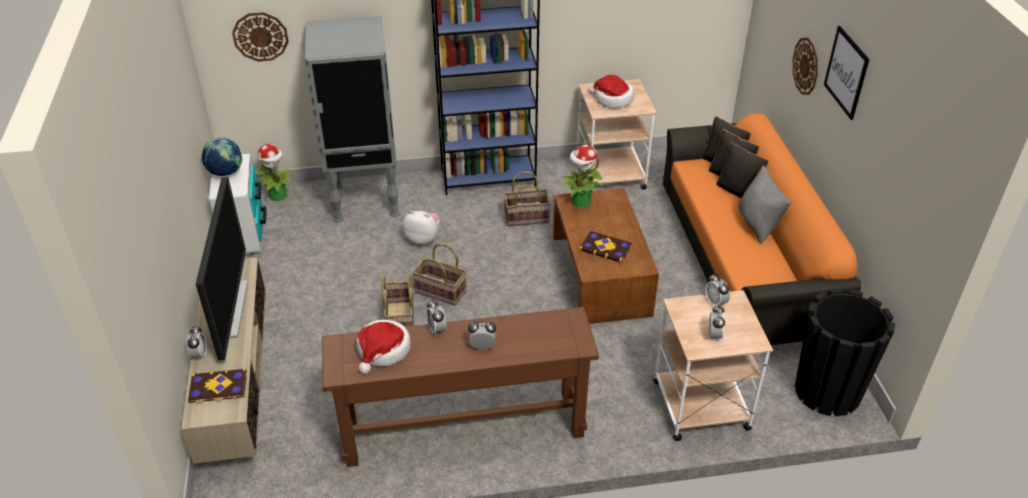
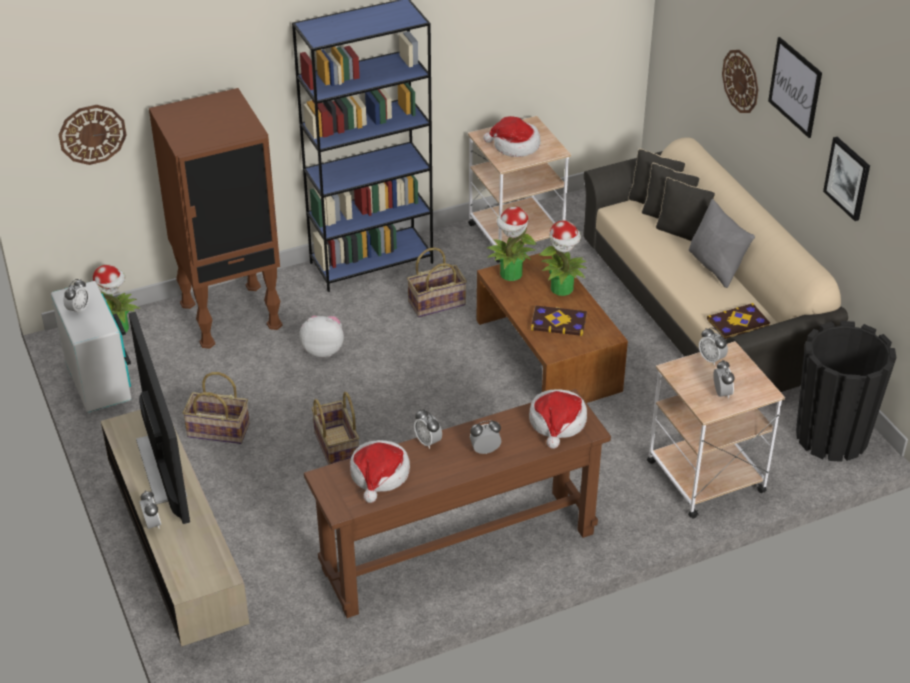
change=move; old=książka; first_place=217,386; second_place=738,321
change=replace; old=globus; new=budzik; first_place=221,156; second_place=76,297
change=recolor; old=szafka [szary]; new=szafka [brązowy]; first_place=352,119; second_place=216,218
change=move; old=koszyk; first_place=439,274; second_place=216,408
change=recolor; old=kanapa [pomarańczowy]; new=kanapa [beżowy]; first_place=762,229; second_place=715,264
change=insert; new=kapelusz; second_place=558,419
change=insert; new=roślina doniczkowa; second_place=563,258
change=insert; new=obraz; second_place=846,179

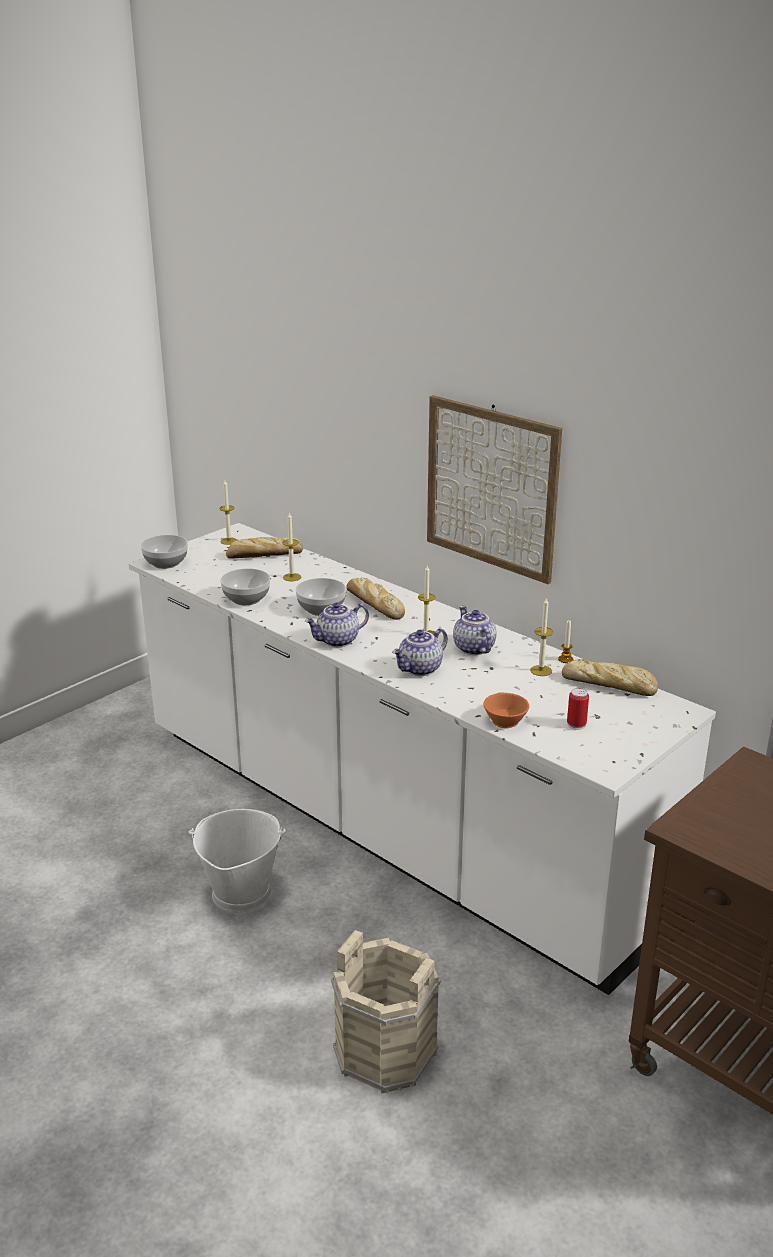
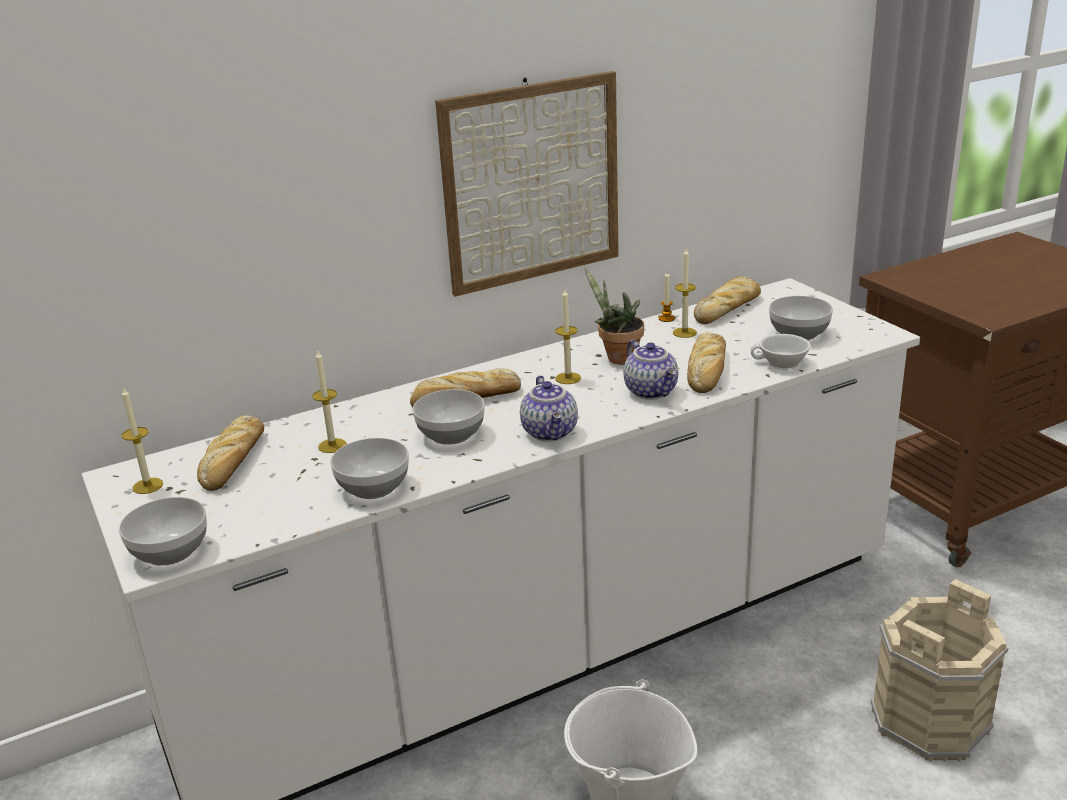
change=replace; old=imbryk; new=roślina doniczkowa; first_place=474,630; second_place=614,316
change=recolor; old=filiżanka [pomarańczowy]; new=filiżanka [biały]; first_place=506,710; second_place=781,352
change=replace; old=puszka; new=miska; first_place=578,709; second_place=801,318
change=insert; new=chleb; second_place=706,362

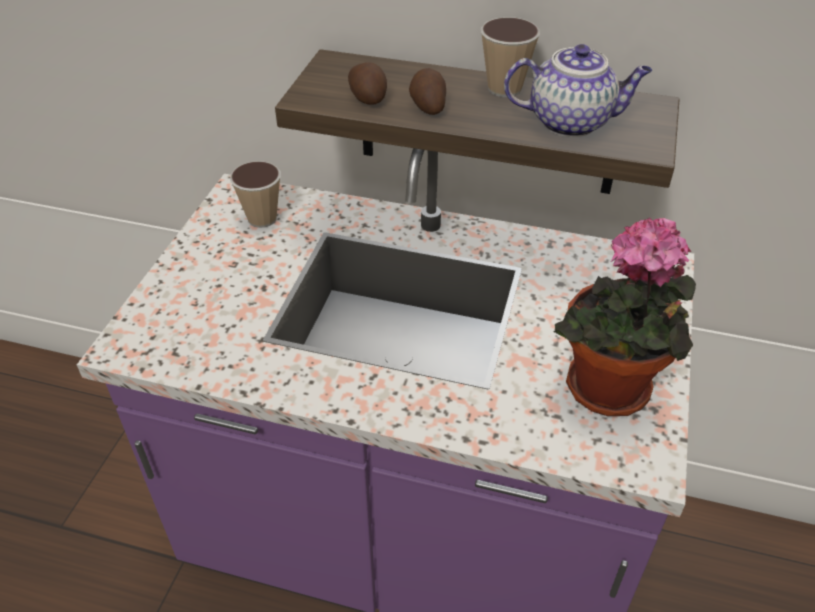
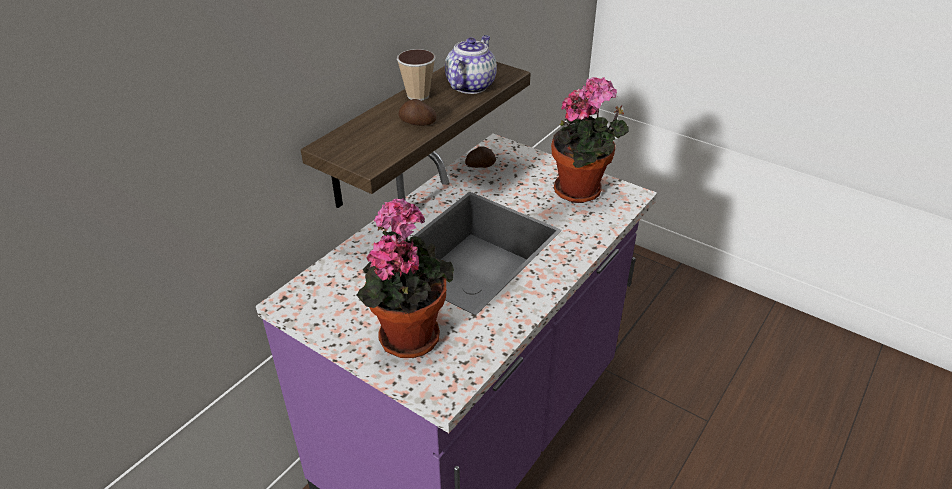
change=delete; old=filiżanka; first_place=255,194
change=move; old=ziemniak; first_place=367,83; second_place=480,157
change=insert; new=roślina doniczkowa; second_place=405,278

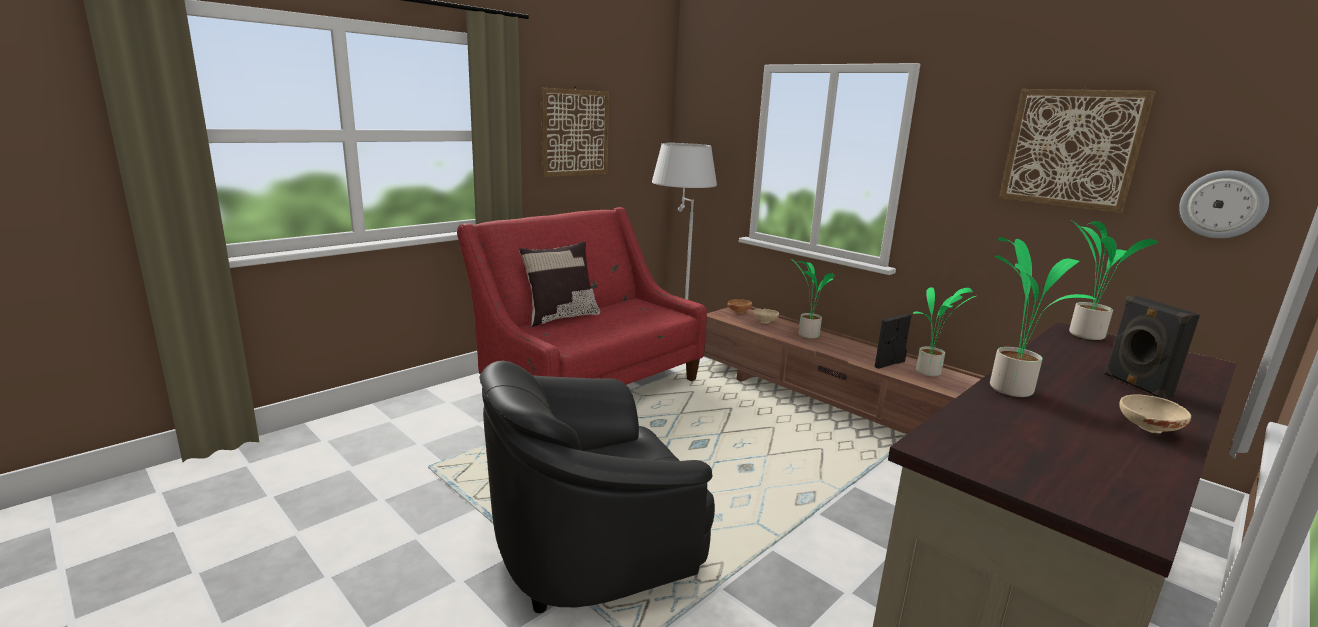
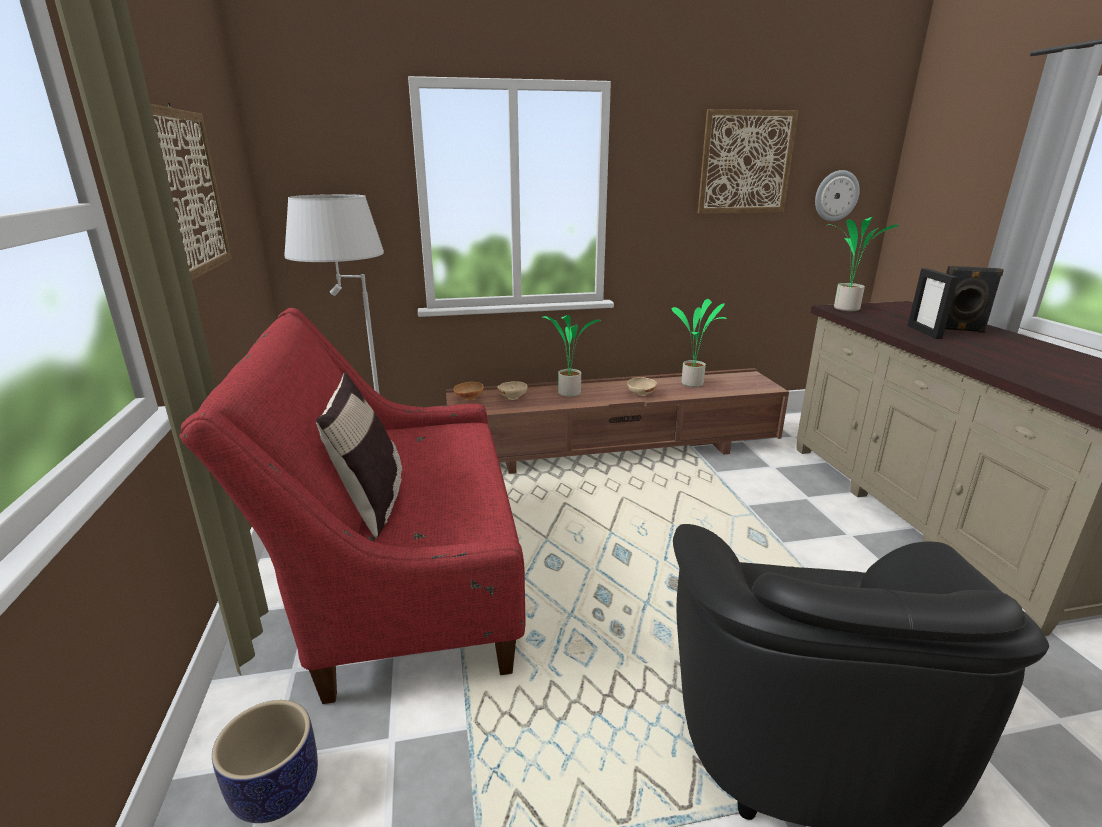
change=move; old=ramka na zdjęcie; first_place=893,341; second_place=933,303
change=delete; old=roślina doniczkowa; first_place=1043,317
change=move; old=miska [beżowy]; first_place=1155,414; second_place=642,386
change=insert; new=donica; second_place=265,761

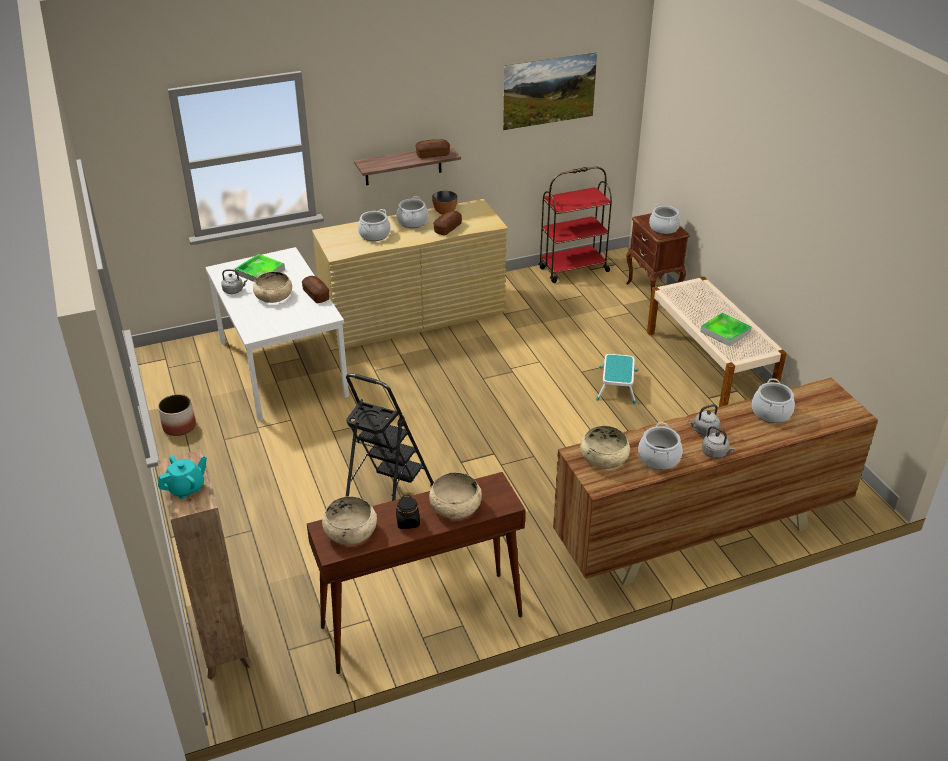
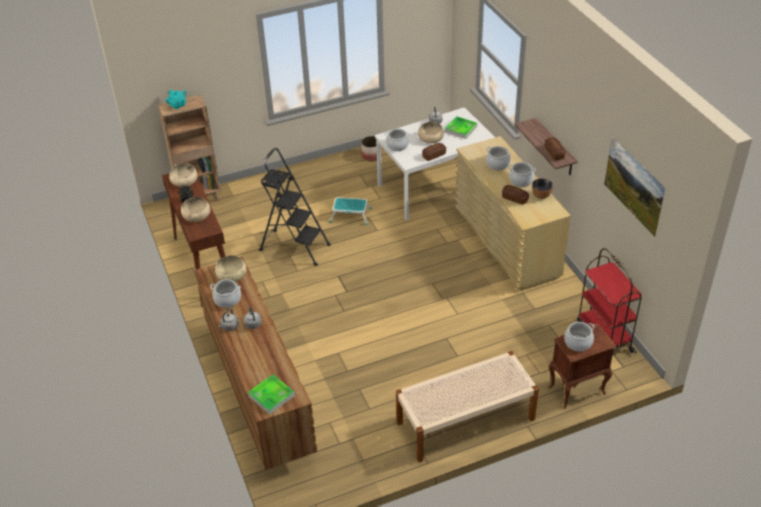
change=move; old=drabinka [turkusowy]; first_place=617,379; second_place=350,211
change=move; old=taca; first_place=726,329; second_place=271,394
change=move; old=garnek; first_place=773,400; second_place=397,140

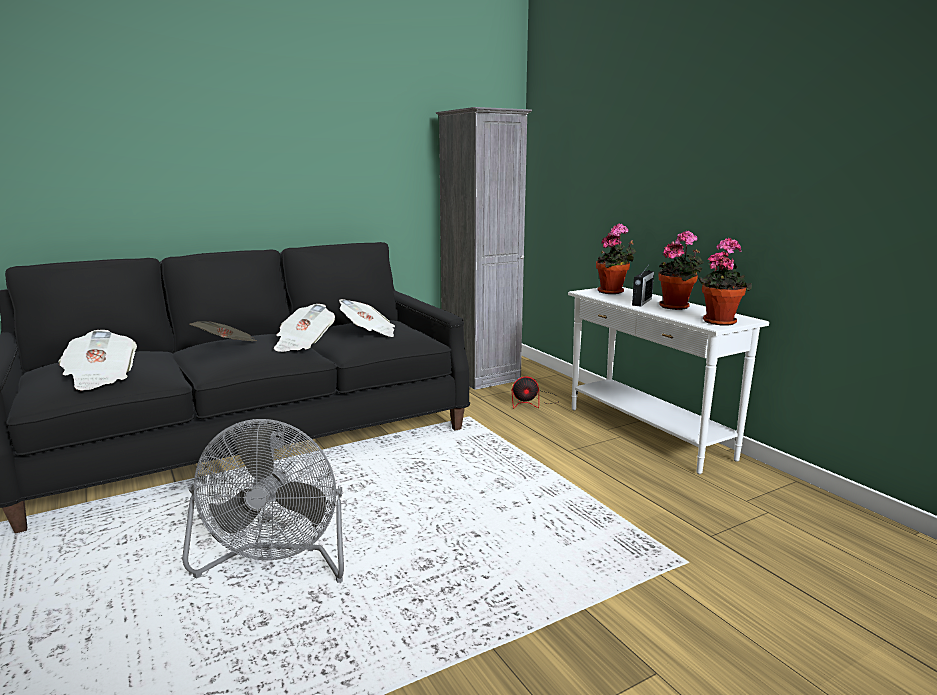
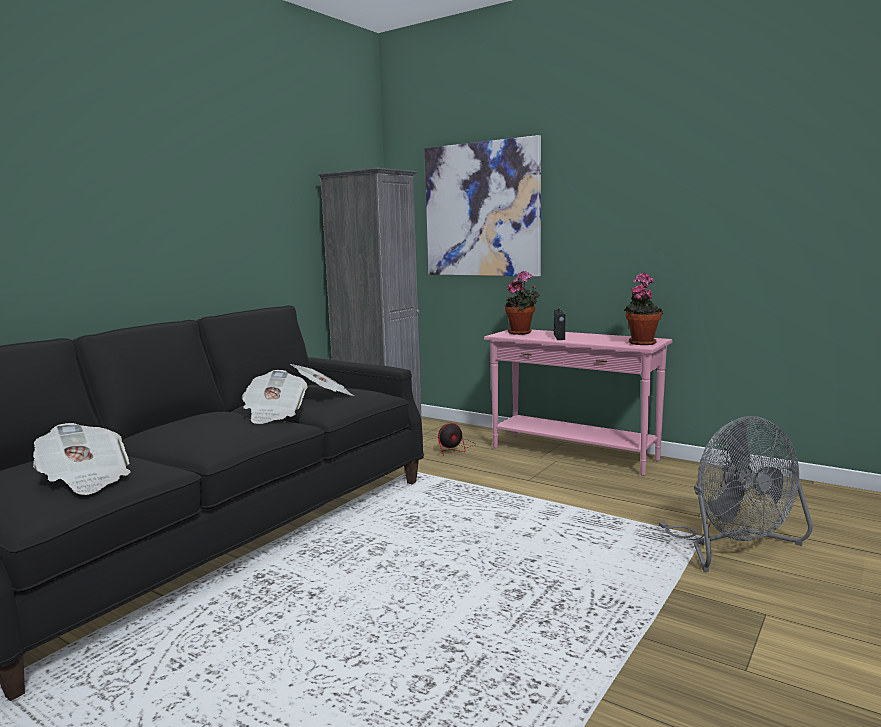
change=move; old=wentylator [szary]; first_place=263,501; second_place=736,494
change=delete; old=gazeta; first_place=223,331
change=recolor; old=stolik konsolowy [biały]; new=stolik konsolowy [różowy]; first_place=668,380; second_place=578,403
change=delete; old=roślina doniczkowa; first_place=681,270
change=insert; new=obraz; second_place=483,206

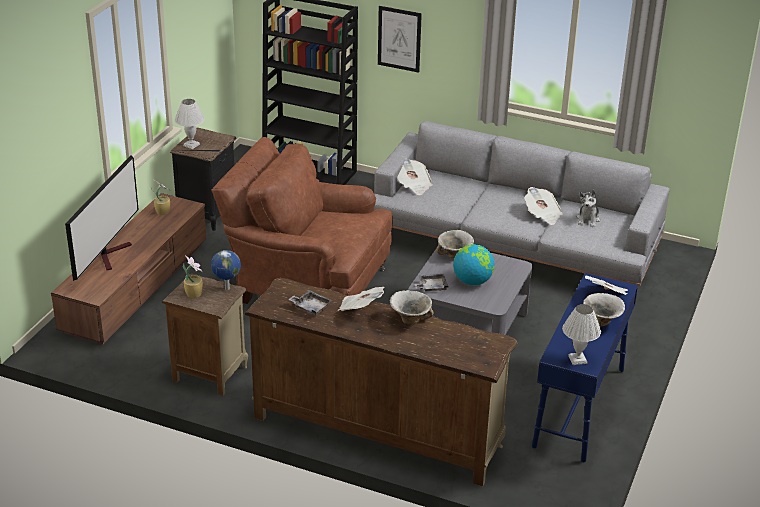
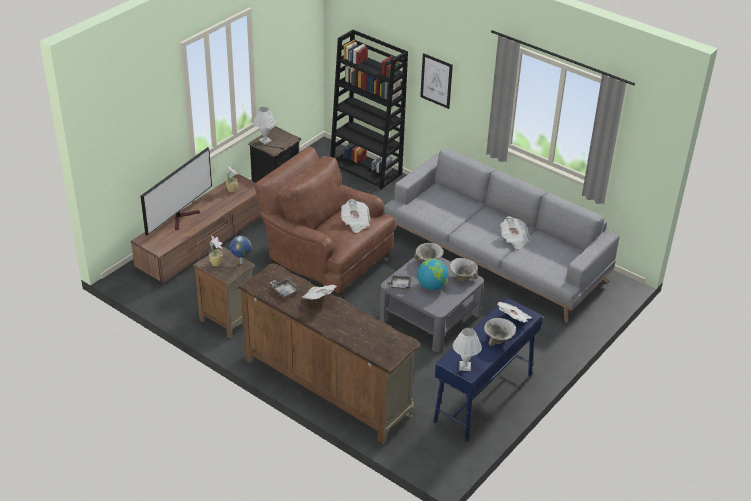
change=move; old=miska; first_place=411,307; second_place=463,270
change=move; old=gazeta; first_place=415,176; second_place=355,216
change=delete; old=pluszak; first_place=588,208

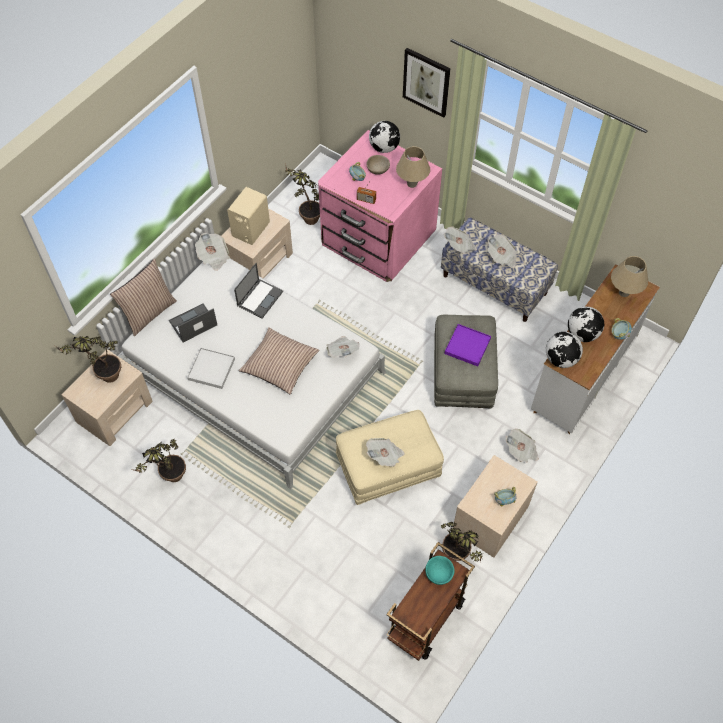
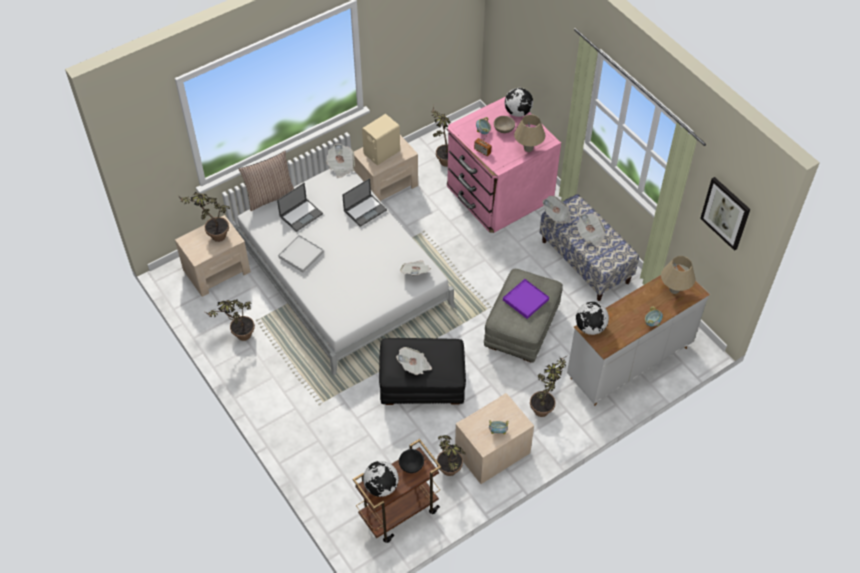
change=rotate; old=laptop; first_place=193,323; second_place=300,207; degrees=150
change=delete; old=poduszka; first_place=279,360
change=recolor; old=pufa [beżowy]; new=pufa [czarny]; first_place=390,457; second_place=422,371
change=move; old=obraz; first_place=427,83; second_place=725,214
change=recolor; old=miska [turkusowy]; new=miska [czarny]; first_place=439,570; second_place=411,461
change=replace; old=gazeta; new=roślina doniczkowa; first_place=522,445; second_place=549,386
change=move; old=globus; first_place=586,324; second_place=381,479

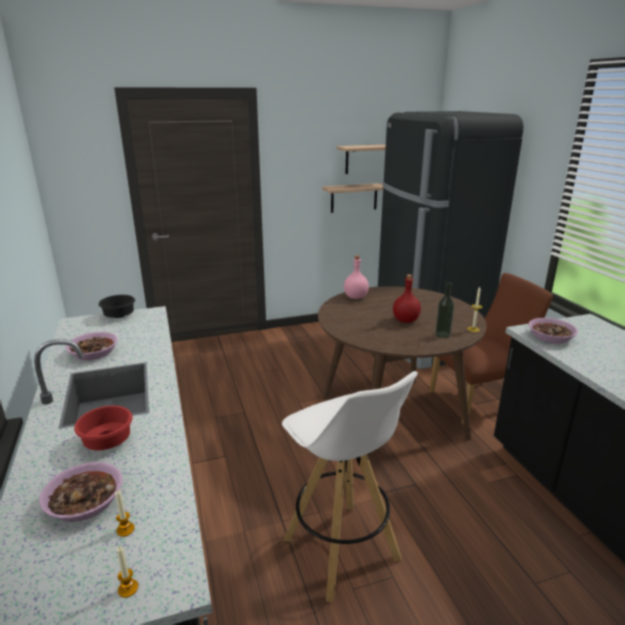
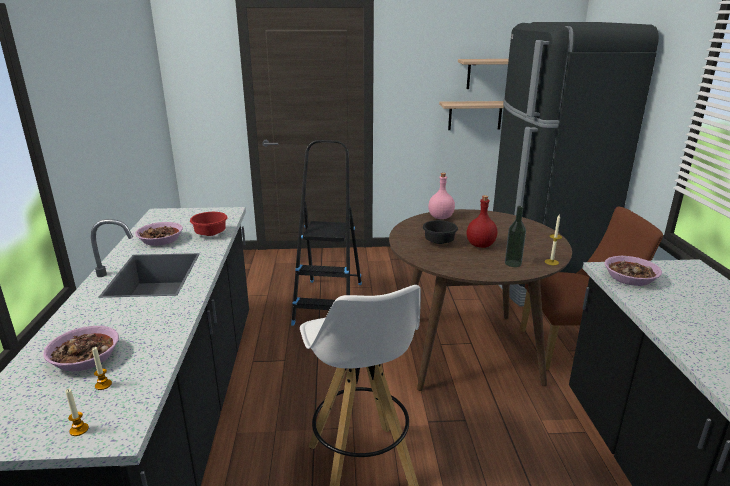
change=move; old=miska [czerwony]; first_place=103,428; second_place=208,224
change=move; old=miska [czarny]; first_place=117,306; second_place=440,232
change=insert; new=drabinka [czarny]; second_place=326,233

